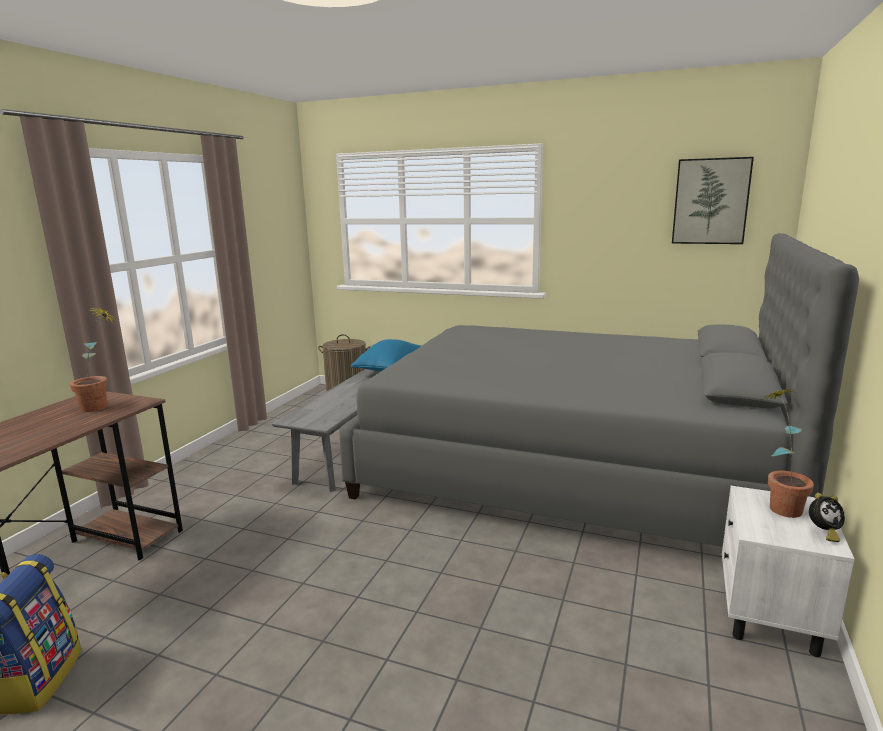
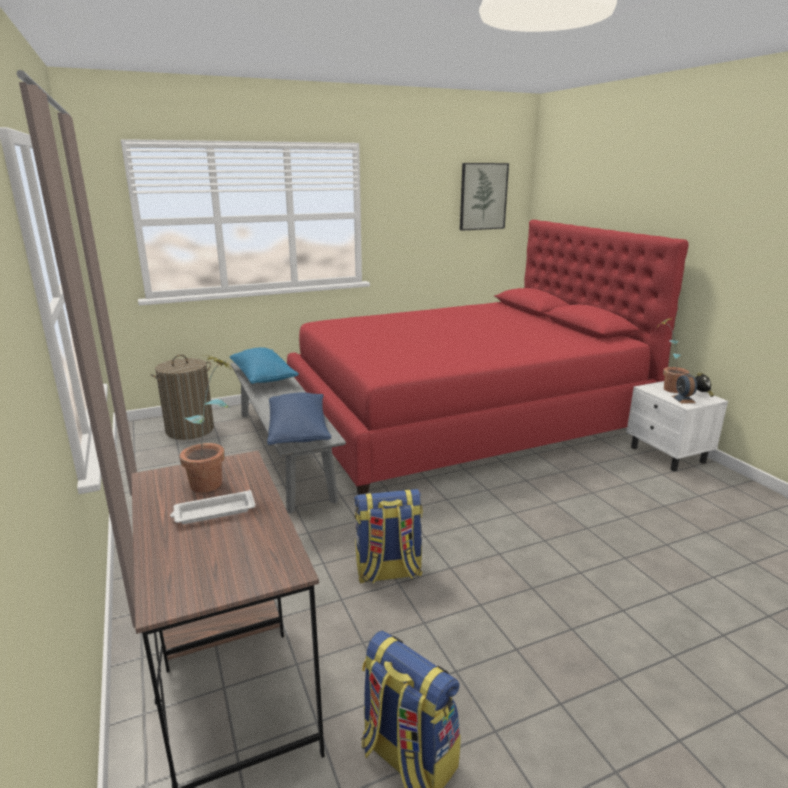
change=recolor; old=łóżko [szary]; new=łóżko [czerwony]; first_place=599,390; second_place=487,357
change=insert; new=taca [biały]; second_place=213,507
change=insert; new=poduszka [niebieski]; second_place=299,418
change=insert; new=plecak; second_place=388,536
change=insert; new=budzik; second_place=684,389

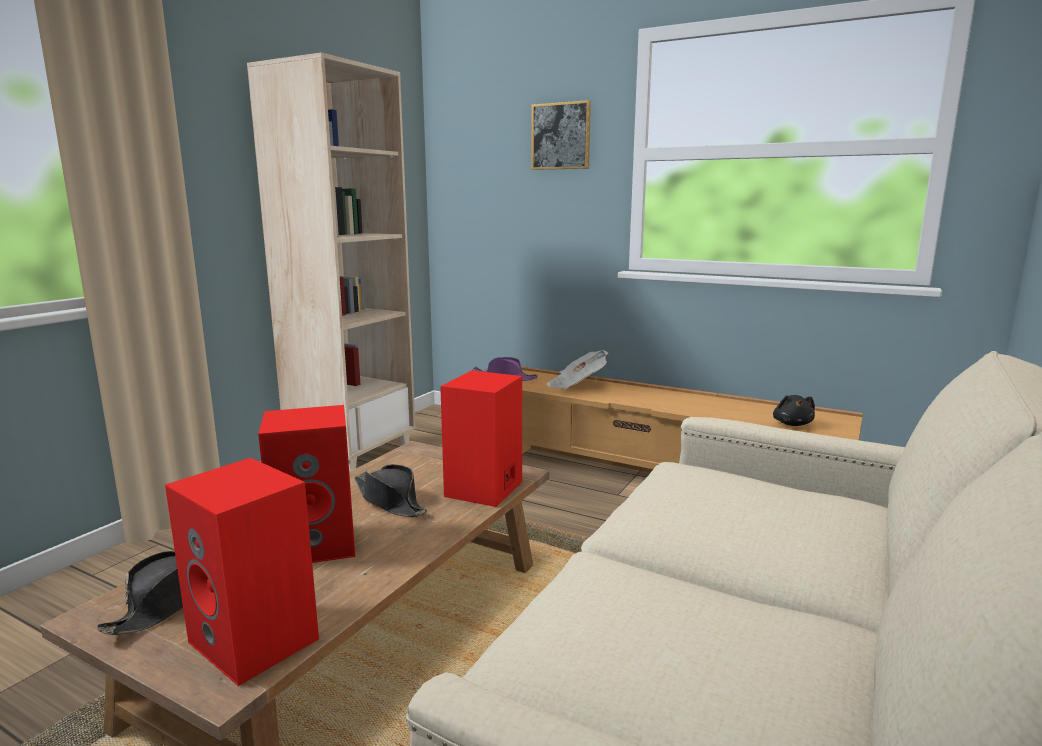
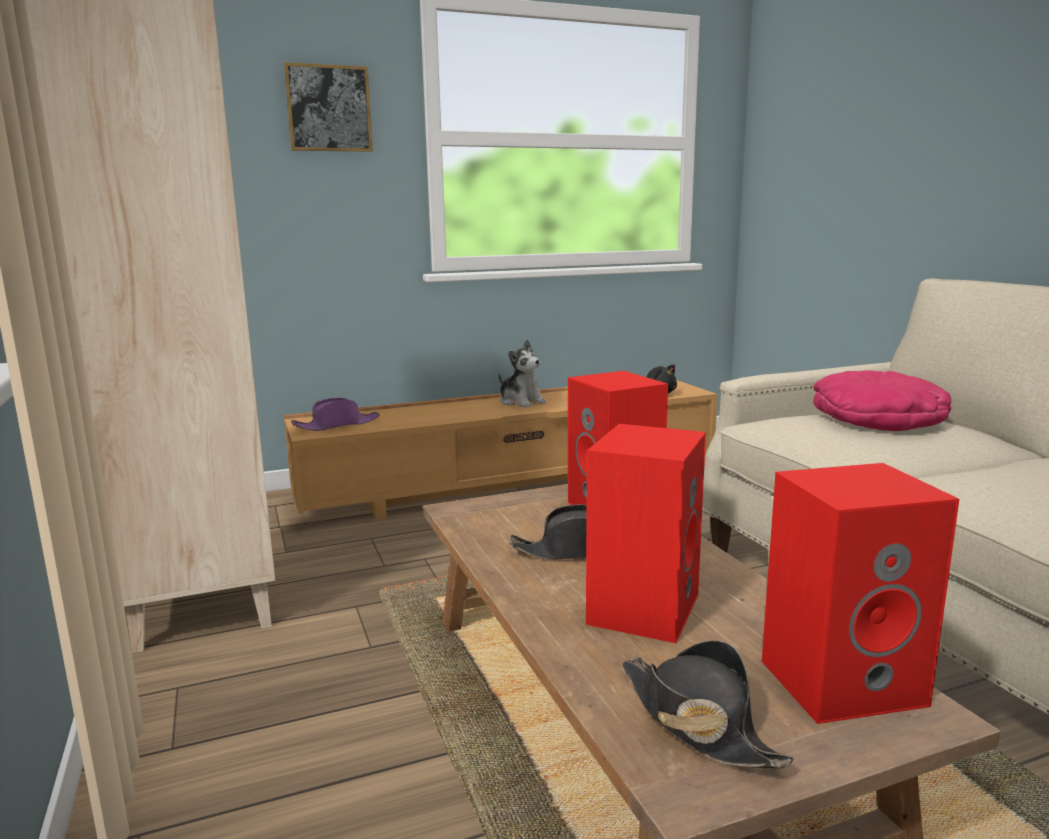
change=delete; old=gazeta; first_place=577,369
change=insert; new=pluszak; second_place=522,374
change=insert; new=poduszka [różowy]; second_place=882,400

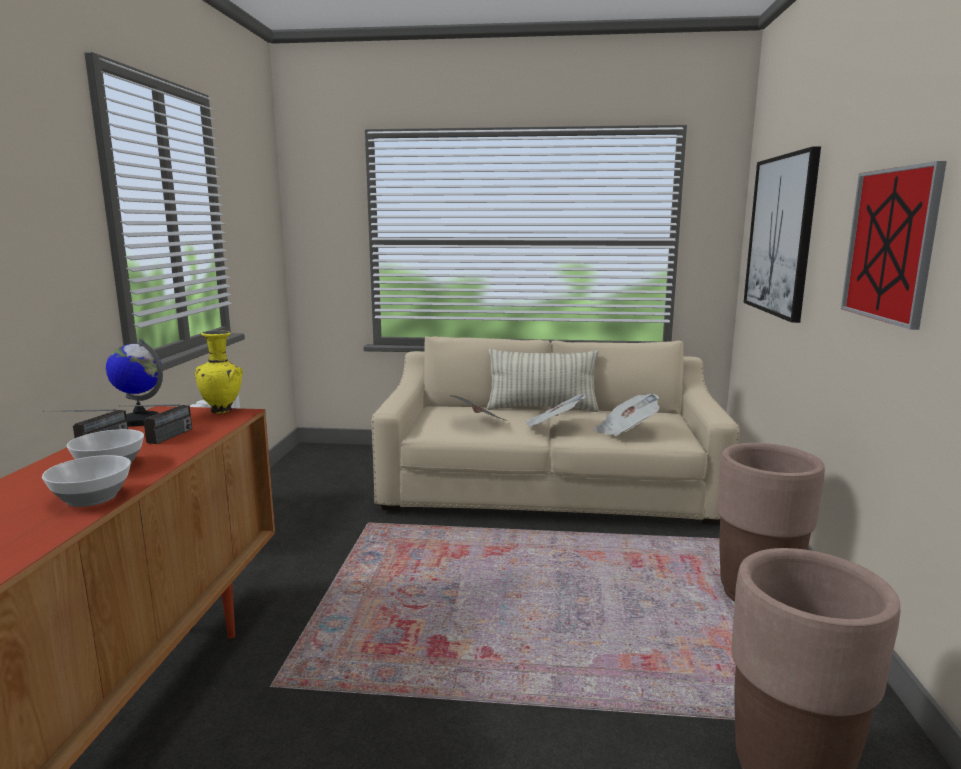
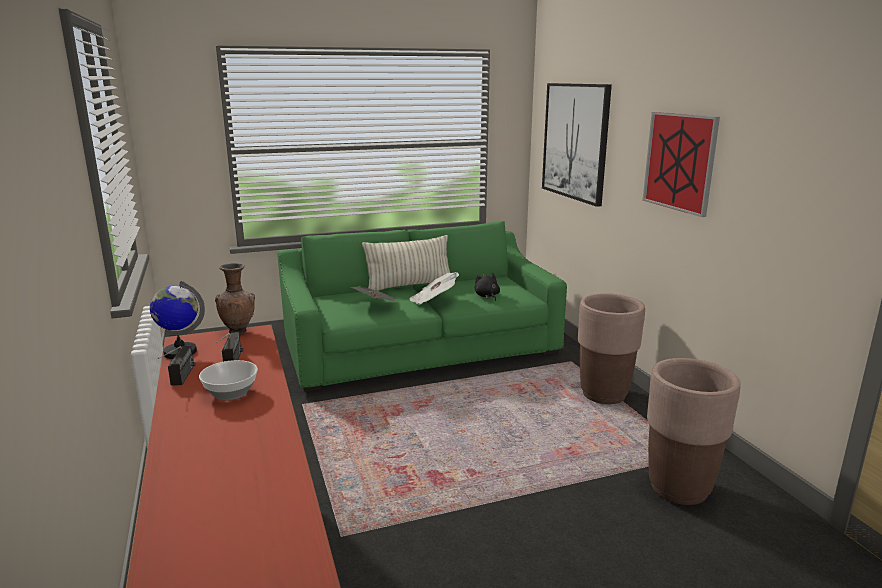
change=delete; old=miska; first_place=86,481
change=recolor; old=wazon [żółty]; new=wazon [brązowy]; first_place=219,372; second_place=235,299
change=recolor; old=kanapa [beżowy]; new=kanapa [zielony]; first_place=556,430; second_place=422,306
change=replace; old=gazeta; new=pluszak [czarny]; first_place=626,415; second_place=487,286

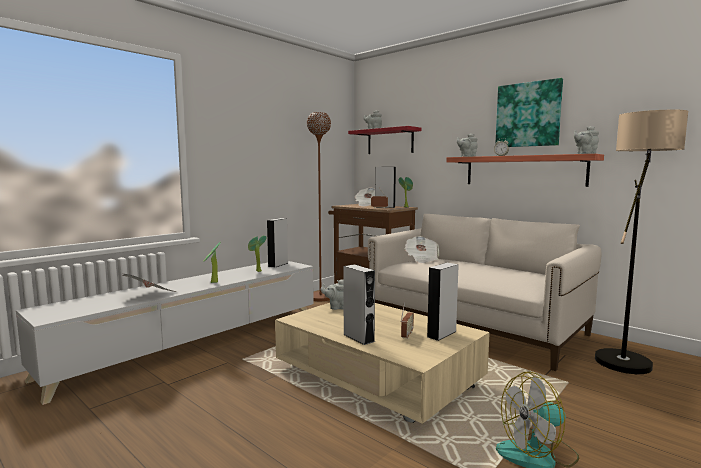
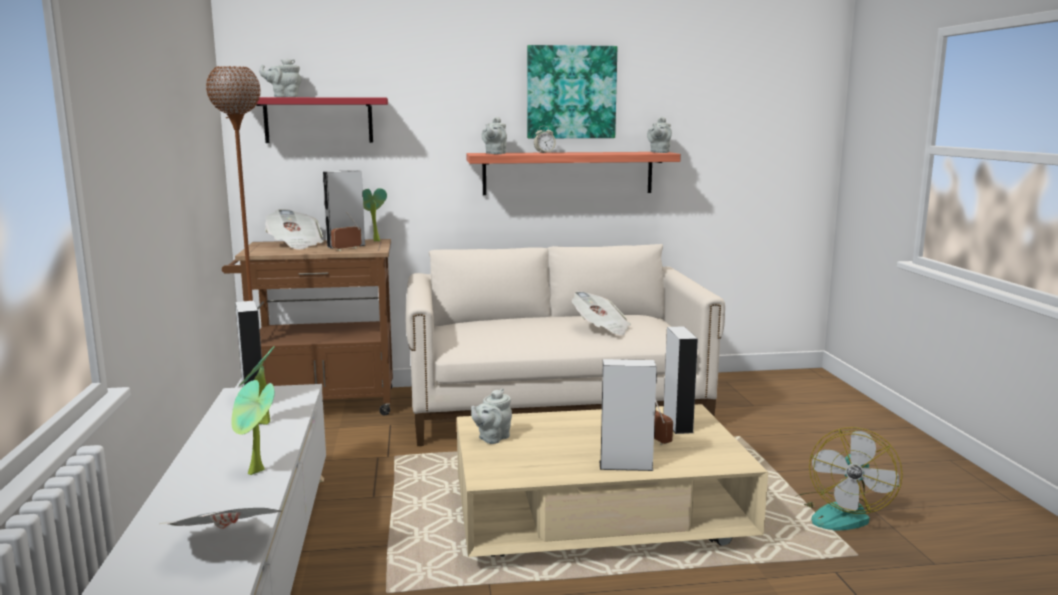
change=move; old=gazeta; first_place=421,249; second_place=601,313
change=delete; old=lampa stojąca; first_place=641,242

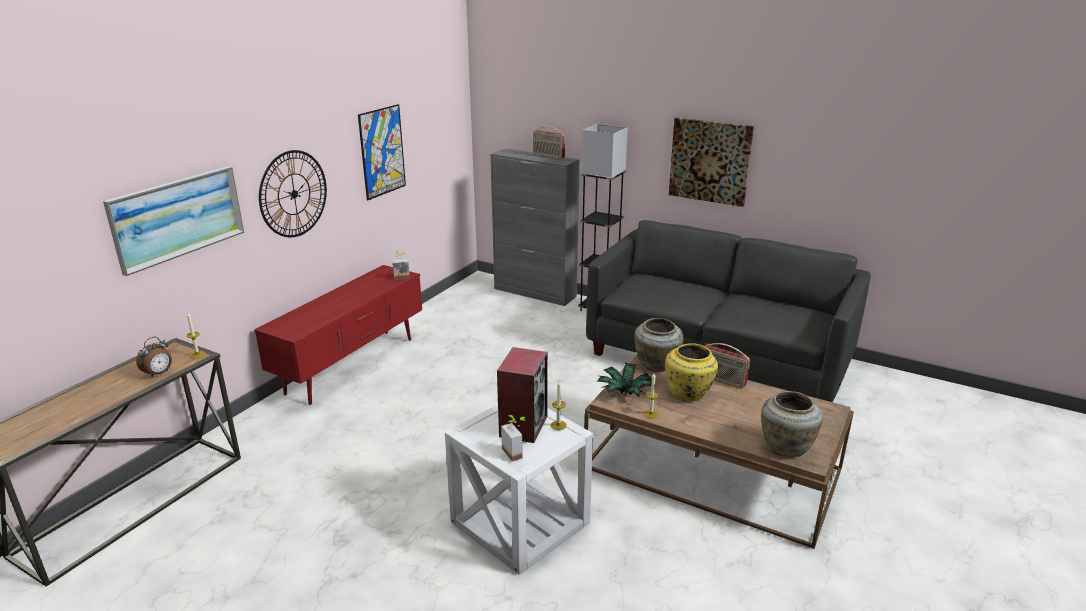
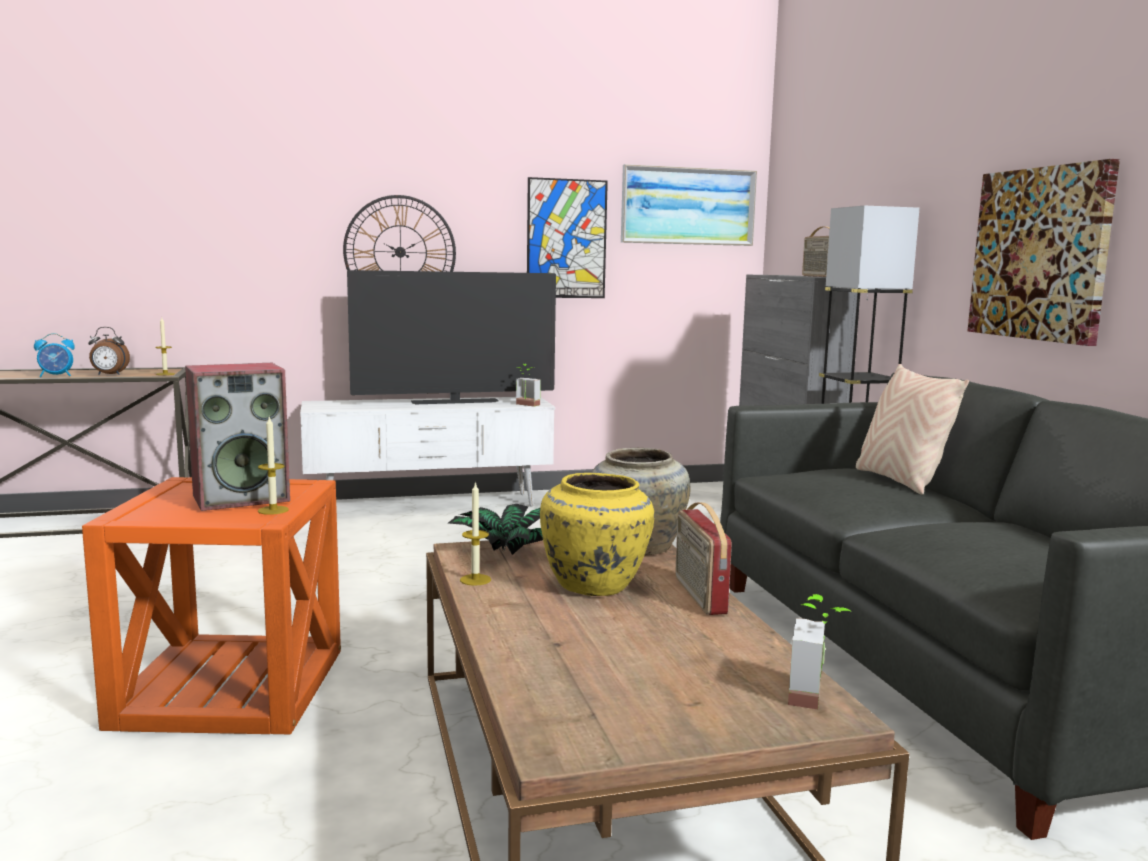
change=move; old=obraz; first_place=173,221; second_place=689,205
change=recolor; old=szafka pod telewizor [czerwony]; new=szafka pod telewizor [biały]; first_place=338,335; second_place=427,451
change=recolor; old=stolik [biały]; new=stolik [pomarańczowy]; first_place=519,489; second_place=211,605
change=move; old=roślina doniczkowa; first_place=513,438; second_place=819,651
change=delete; old=wazon [beżowy]; first_place=792,424
change=insert; new=budzik; second_place=54,355
change=insert; new=telewizor; second_place=451,337
change=insert; new=poduszka [beżowy]; second_place=912,429

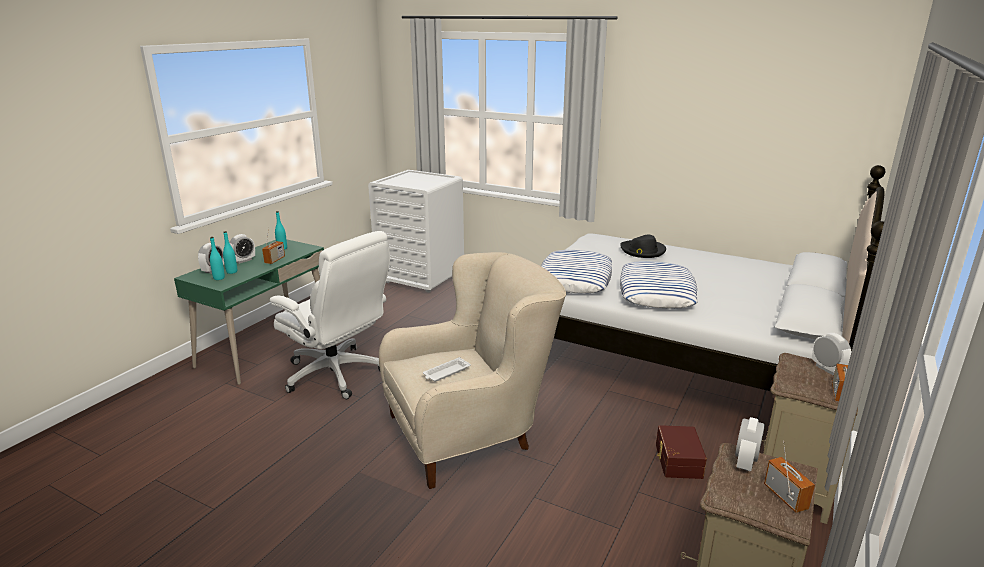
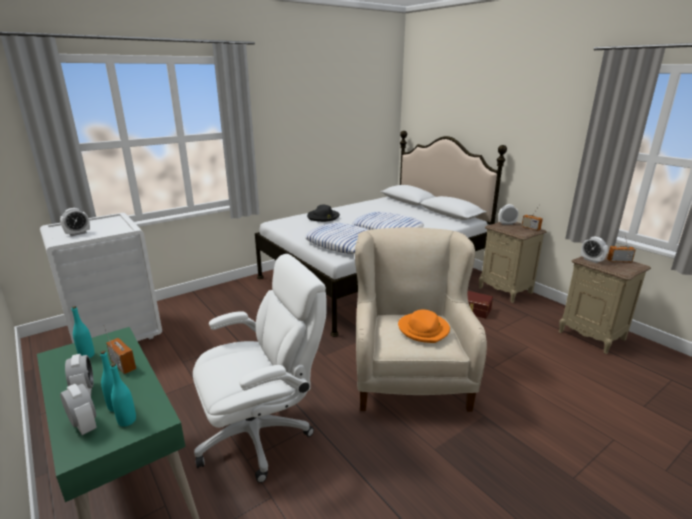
change=replace; old=taca [biały]; new=kapelusz [pomarańczowy]; first_place=447,369; second_place=424,326
change=insert; new=budzik; second_place=75,222

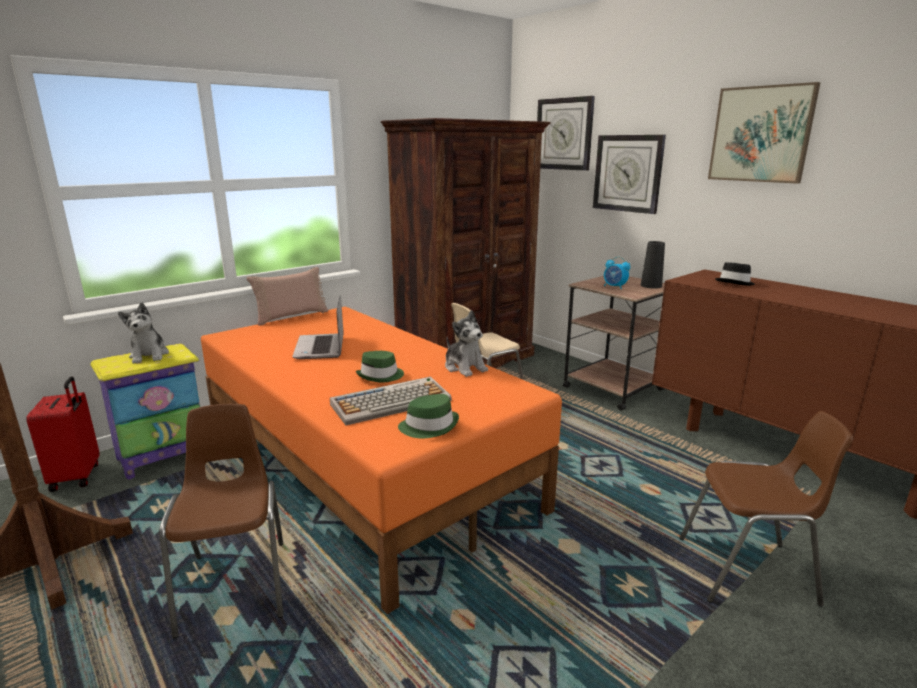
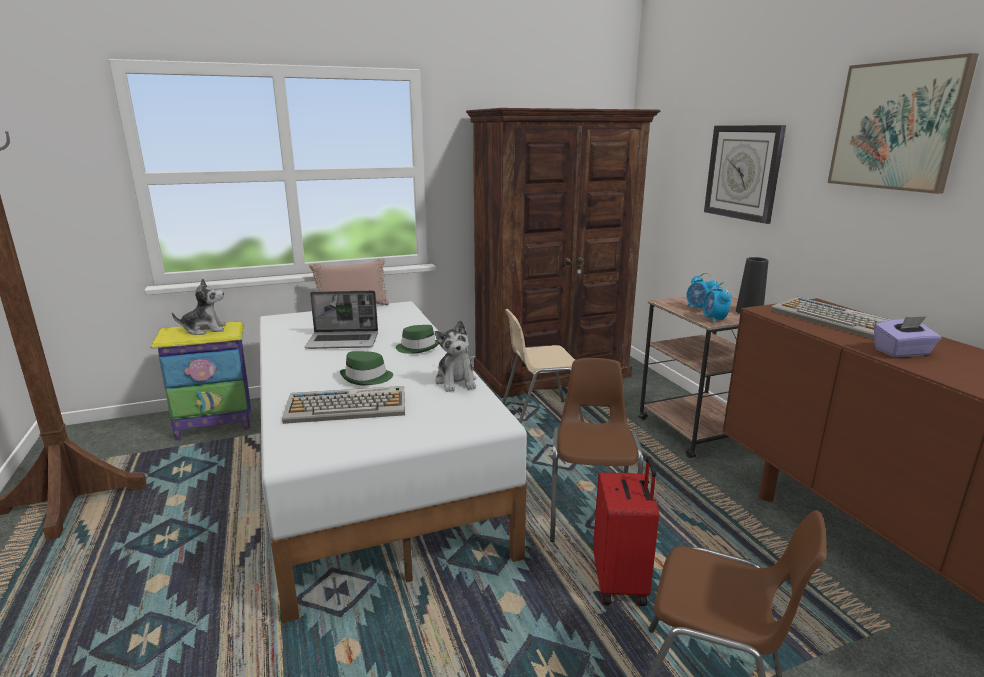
change=move; old=walizka [czerwony]; first_place=63,434; second_place=626,531
change=rotate; old=pluszak; first_place=143,333; second_place=199,306; degrees=-105
change=move; old=krzesło [brązowy]; first_place=221,521; second_place=596,450
change=recolor; old=łóżko [pomarańczowy]; new=łóżko [biały]; first_place=381,460; second_place=393,462
change=rotate; old=laptop; first_place=318,327; second_place=341,320; degrees=-105
change=move; old=kapelusz [zielony]; first_place=428,416; second_place=417,339
change=delete; old=zegar ścienny; first_place=566,133
change=replace; old=kapelusz [czarny]; new=klawiatura; first_place=735,274; second_place=831,318
change=insert; new=budzik; second_place=717,303
change=insert; new=pudełko chusteczek [fioletowy]; second_place=907,336

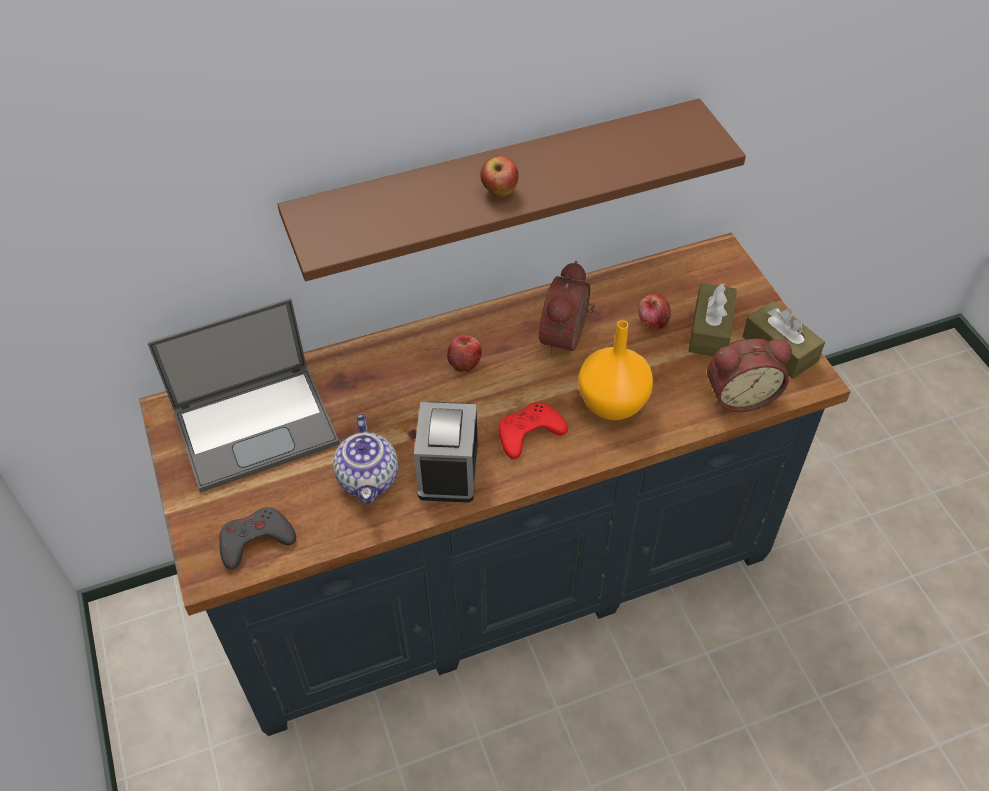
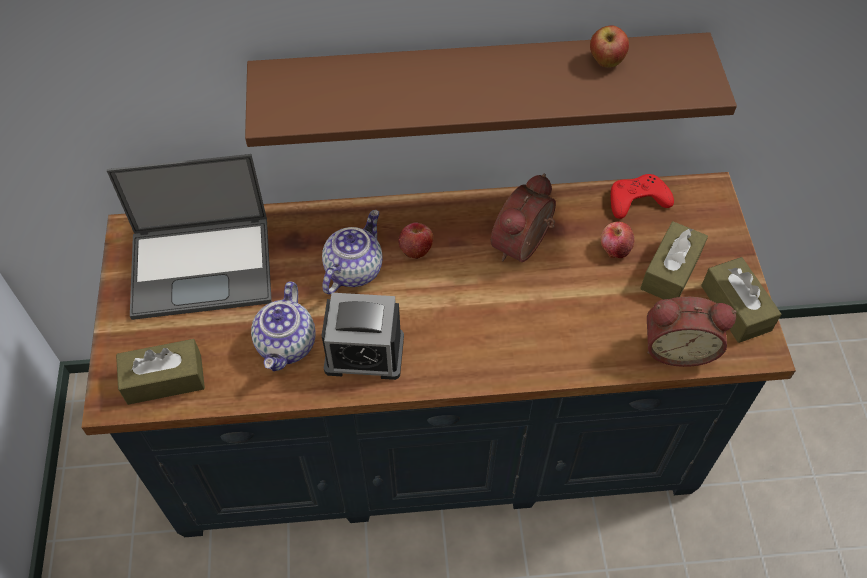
change=replace; old=pad do gier [szary]; new=pudełko chusteczek [brązowy]; first_place=257,538; second_place=160,372
change=rotate; old=budzik; first_place=446,452; second_place=362,336; degrees=-105
change=move; old=jabłko; first_place=499,176; second_place=609,46
change=move; old=pad do gier [czerwony]; first_place=533,430; second_place=642,196
change=delete; old=wazon [pomarańczowy]; first_place=615,370
change=insert; new=imbryk; second_place=352,252

